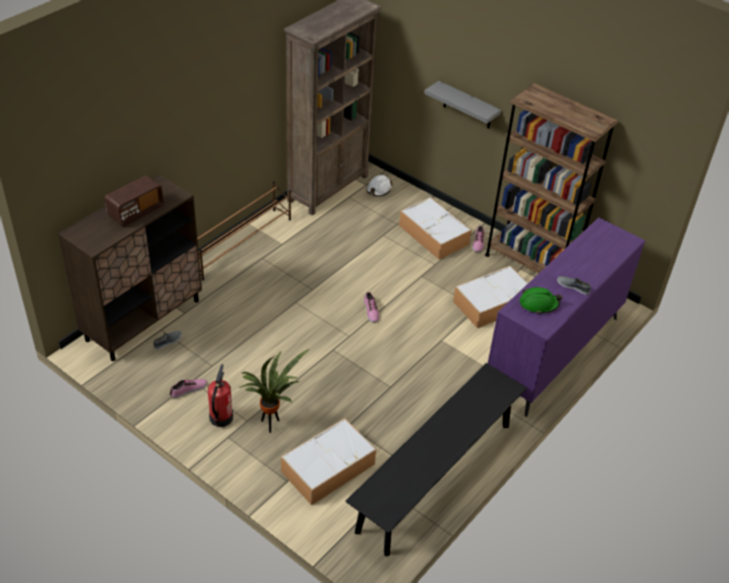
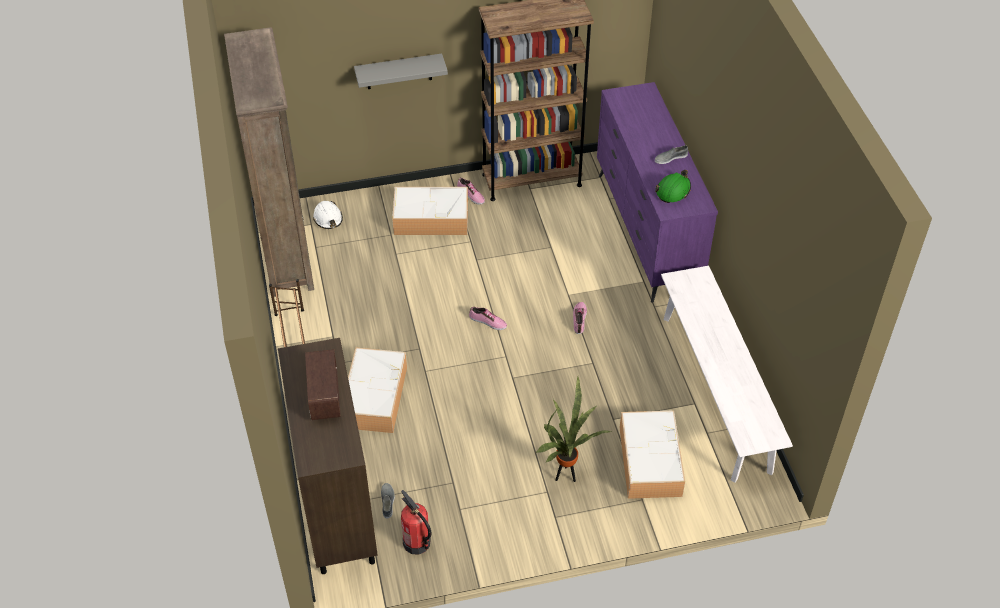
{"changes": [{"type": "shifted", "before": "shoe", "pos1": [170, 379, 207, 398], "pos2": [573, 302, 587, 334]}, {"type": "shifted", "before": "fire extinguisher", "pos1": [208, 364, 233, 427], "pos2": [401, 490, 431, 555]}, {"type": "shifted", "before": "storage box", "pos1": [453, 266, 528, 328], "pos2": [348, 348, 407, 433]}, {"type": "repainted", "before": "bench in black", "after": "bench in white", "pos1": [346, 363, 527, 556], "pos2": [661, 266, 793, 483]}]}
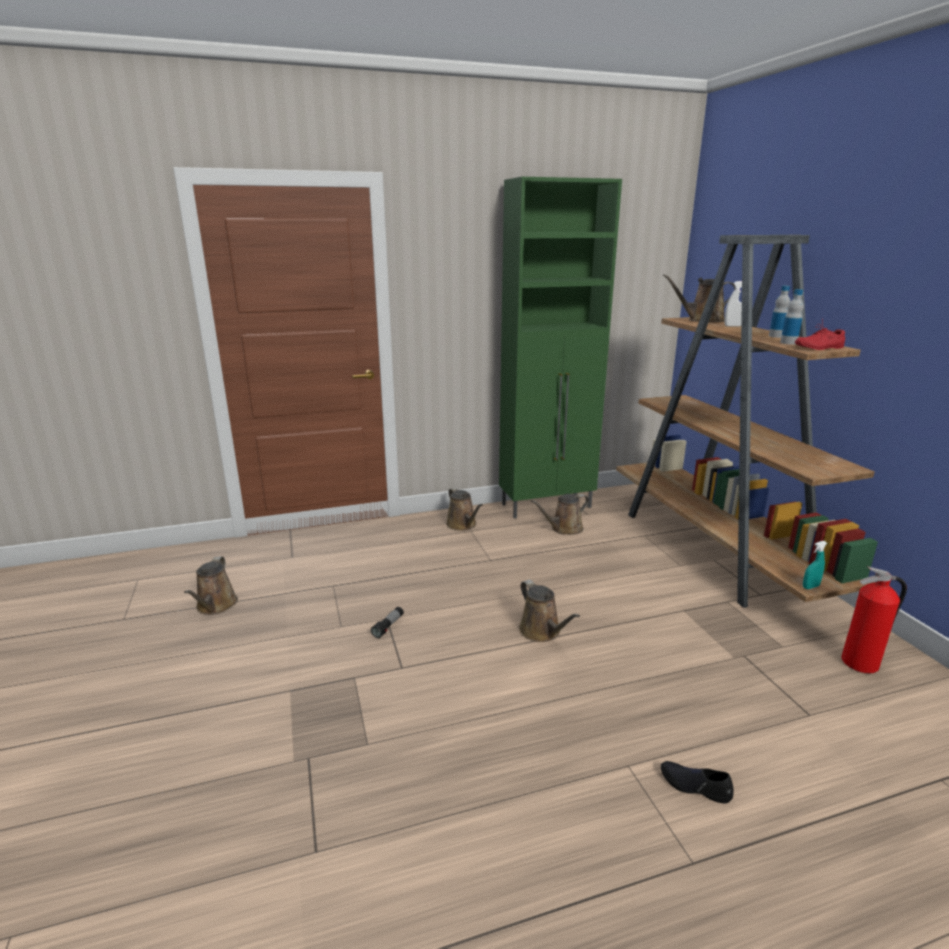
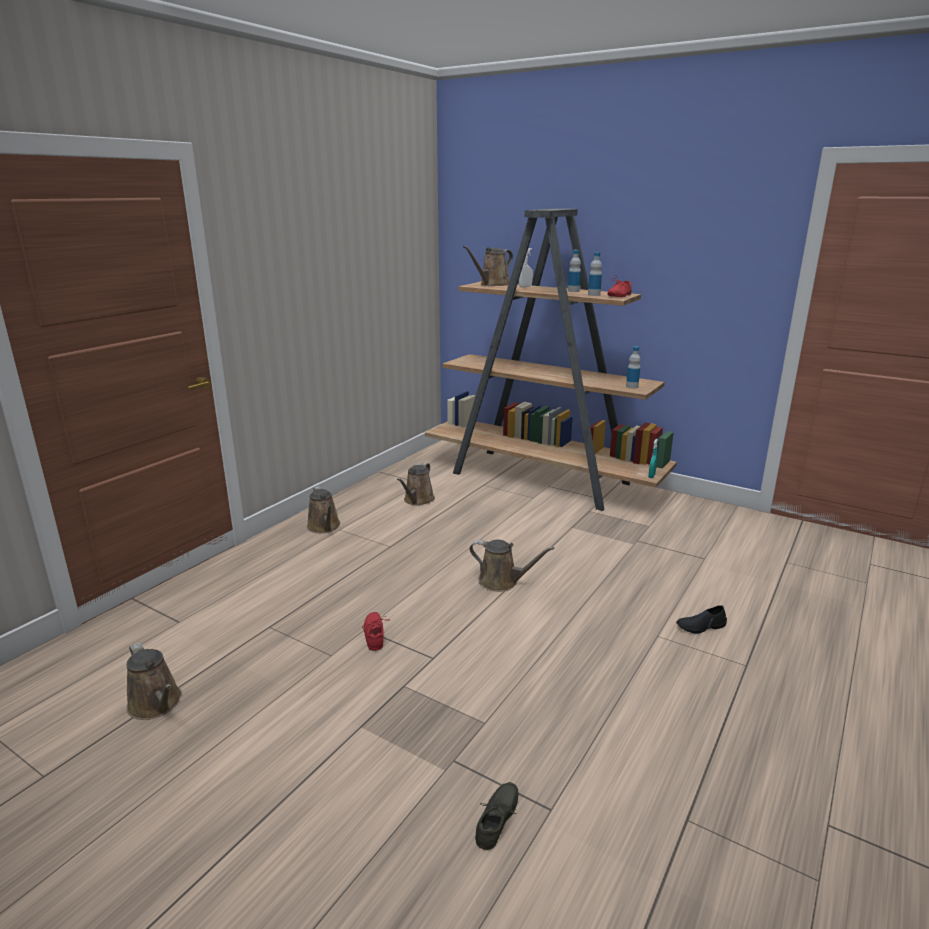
{"changes": [{"type": "gone", "before": "cabinet in green", "pos1": [499, 177, 622, 519]}, {"type": "gone", "before": "fire extinguisher", "pos1": [841, 566, 907, 673]}, {"type": "new", "after": "shoe in grey", "pos2": [475, 782, 518, 850]}, {"type": "new", "after": "bottle", "pos2": [626, 346, 641, 389]}, {"type": "swapped", "before": "flashlight", "after": "shoe in red", "pos1": [371, 607, 404, 638], "pos2": [363, 612, 390, 651]}, {"type": "rotated", "before": "watering can in brown", "pos1": [446, 488, 483, 531], "pos2": [307, 486, 341, 533], "turn": 45}]}
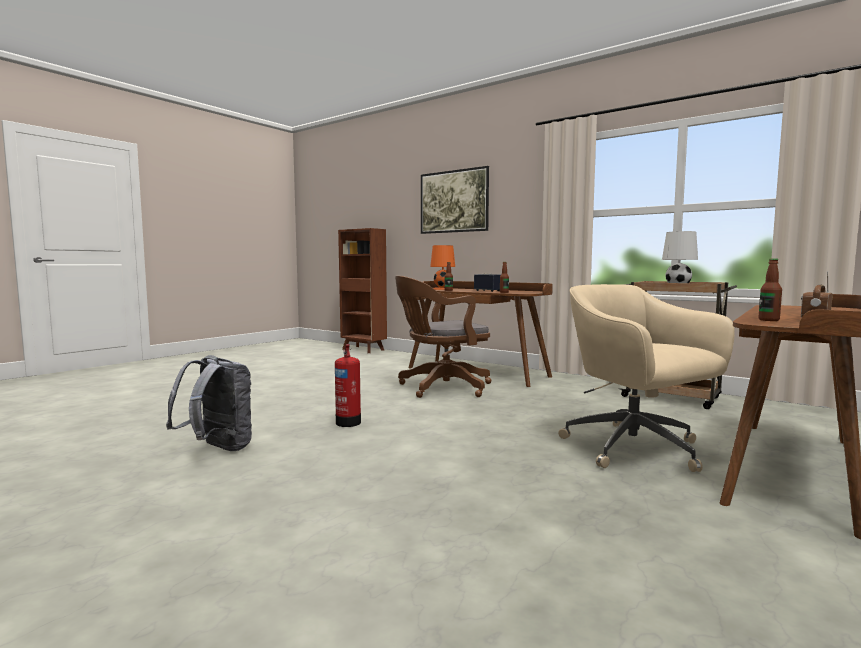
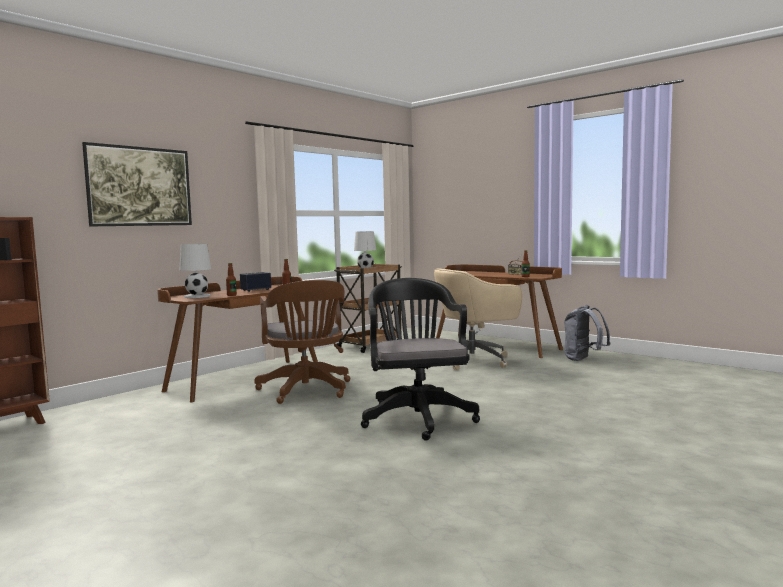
{"changes": [{"type": "shifted", "before": "backpack in grey", "pos1": [166, 355, 252, 451], "pos2": [564, 305, 611, 361]}, {"type": "swapped", "before": "fire extinguisher", "after": "office chair in black", "pos1": [335, 344, 361, 427], "pos2": [361, 278, 480, 441]}, {"type": "repainted", "before": "table lamp in orange", "after": "table lamp in white", "pos1": [430, 245, 455, 290], "pos2": [180, 244, 211, 298]}]}
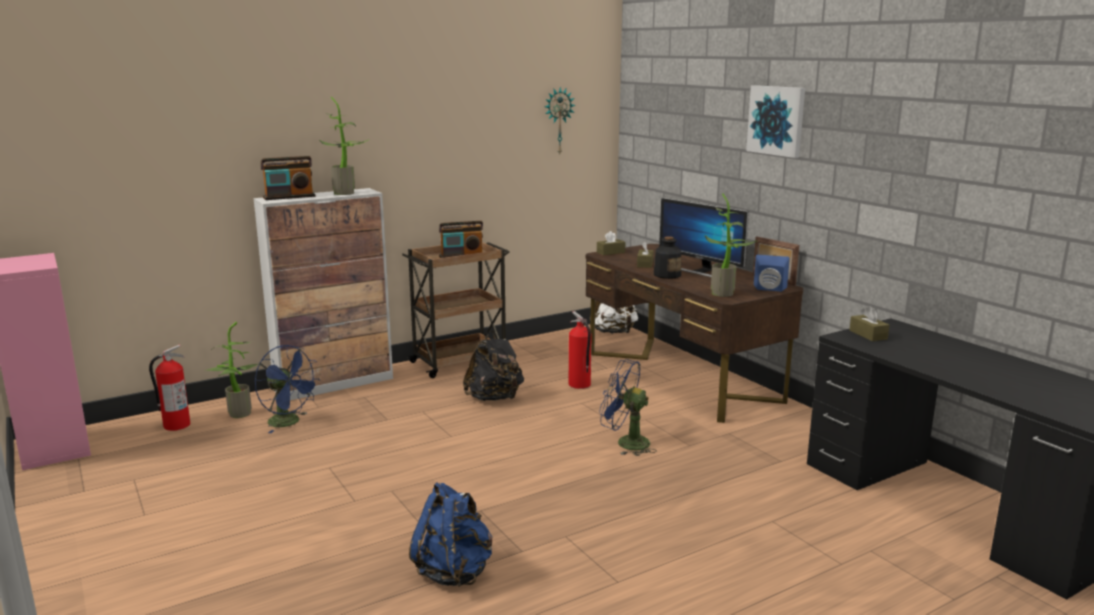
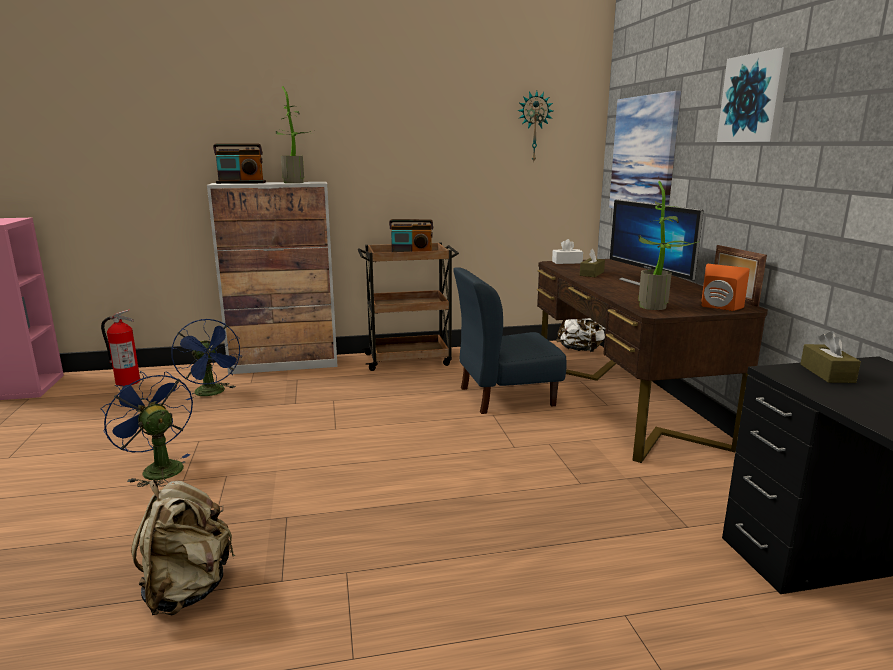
{"changes": [{"type": "gone", "before": "potted plant", "pos1": [208, 322, 258, 418]}, {"type": "gone", "before": "backpack in black", "pos1": [463, 330, 524, 401]}, {"type": "gone", "before": "bottle", "pos1": [654, 236, 681, 279]}, {"type": "new", "after": "picture", "pos2": [609, 91, 681, 209]}, {"type": "shifted", "before": "fan in blue", "pos1": [599, 359, 657, 456], "pos2": [100, 371, 193, 487]}, {"type": "swapped", "before": "fire extinguisher", "after": "chair in blue", "pos1": [569, 311, 592, 389], "pos2": [453, 267, 566, 414]}, {"type": "repainted", "before": "backpack in blue", "after": "backpack in beige", "pos1": [409, 482, 492, 587], "pos2": [131, 480, 235, 615]}, {"type": "repainted", "before": "tissue box in brown", "after": "tissue box in white", "pos1": [597, 231, 625, 255], "pos2": [552, 239, 583, 264]}, {"type": "repainted", "before": "speaker in blue", "after": "speaker in orange", "pos1": [754, 255, 790, 292], "pos2": [701, 264, 750, 311]}]}
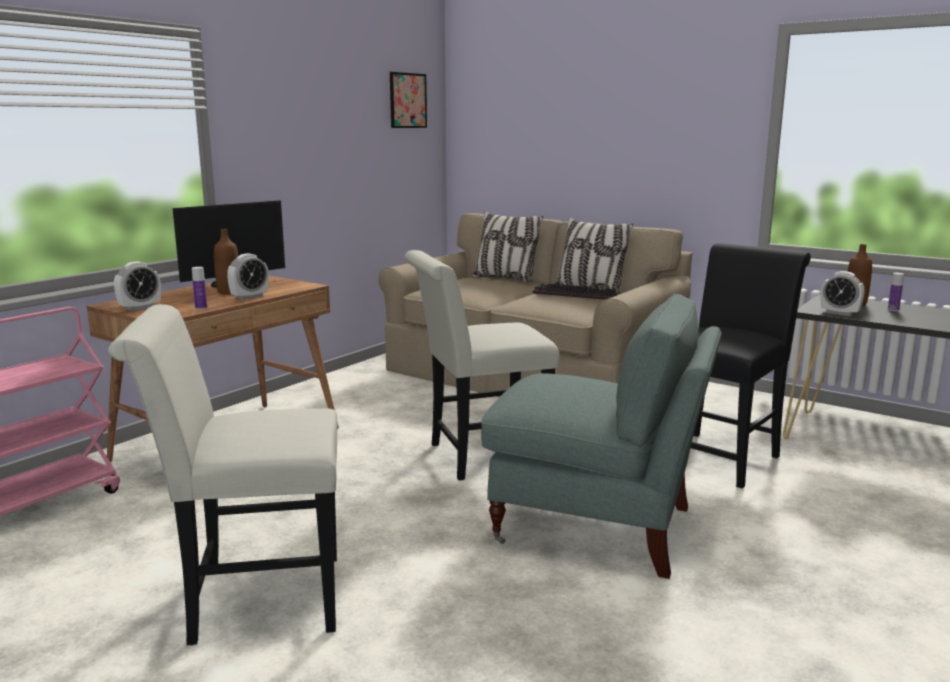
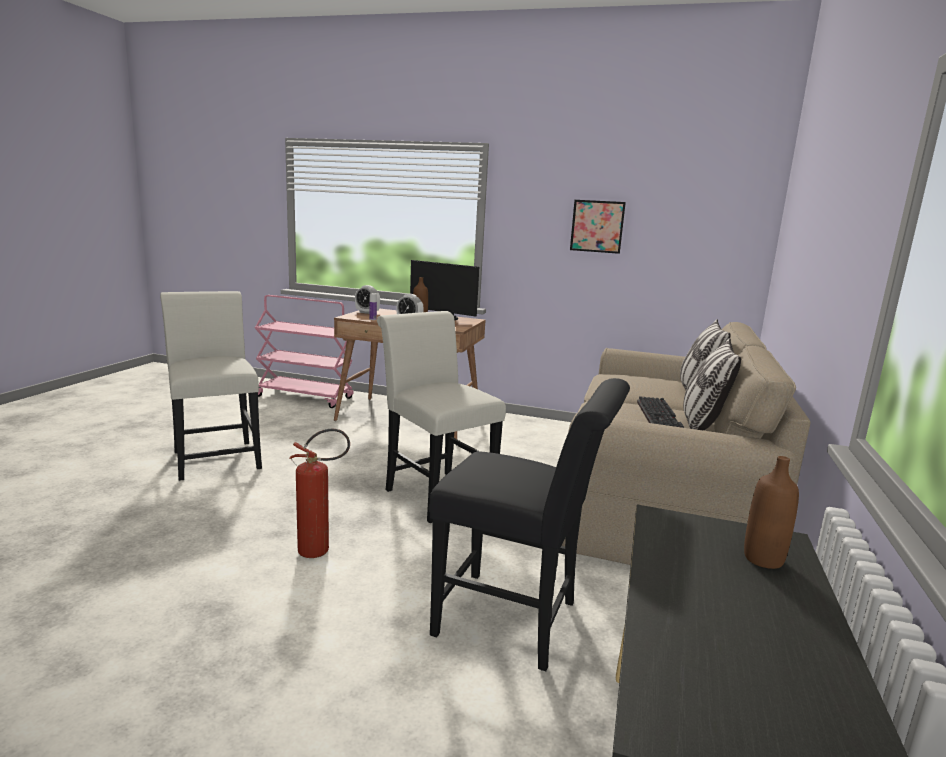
{"changes": [{"type": "gone", "before": "alarm clock", "pos1": [820, 271, 865, 316]}, {"type": "gone", "before": "bottle", "pos1": [888, 273, 904, 311]}, {"type": "shifted", "before": "picture", "pos1": [390, 72, 427, 128], "pos2": [570, 200, 626, 254]}, {"type": "swapped", "before": "armchair in grey", "after": "fire extinguisher", "pos1": [481, 294, 721, 579], "pos2": [289, 429, 350, 558]}]}
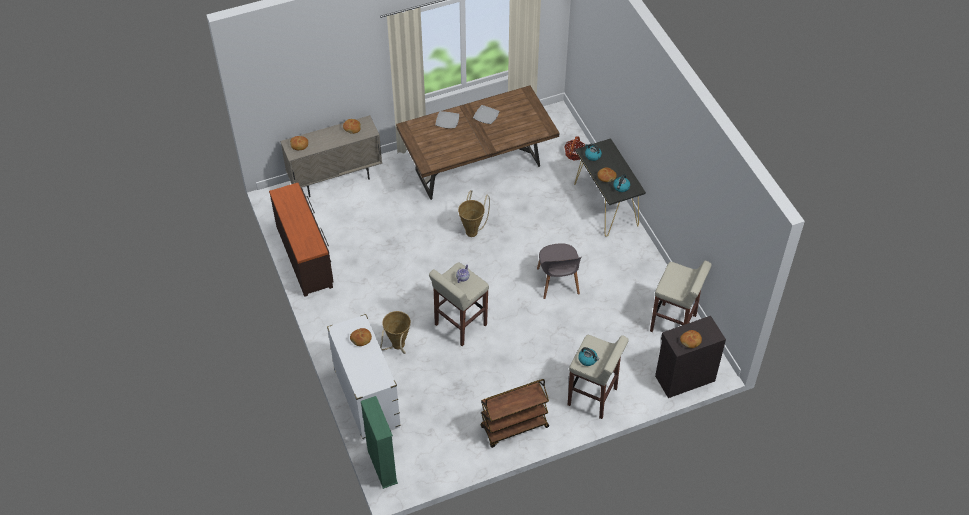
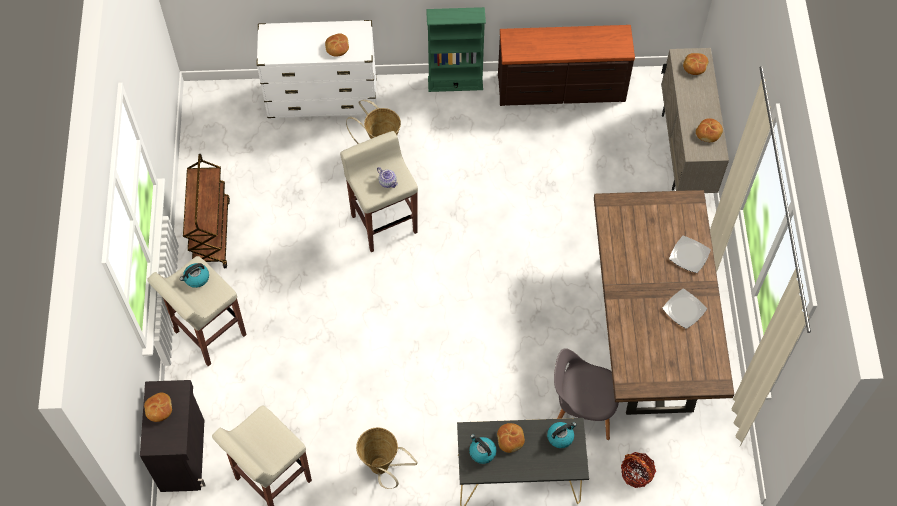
{"changes": [{"type": "shifted", "before": "bookcase in green", "pos1": [361, 396, 398, 489], "pos2": [426, 7, 486, 92]}, {"type": "shifted", "before": "basket", "pos1": [458, 190, 490, 237], "pos2": [356, 427, 418, 489]}, {"type": "shifted", "before": "chair in grey", "pos1": [537, 244, 582, 299], "pos2": [554, 348, 619, 440]}]}
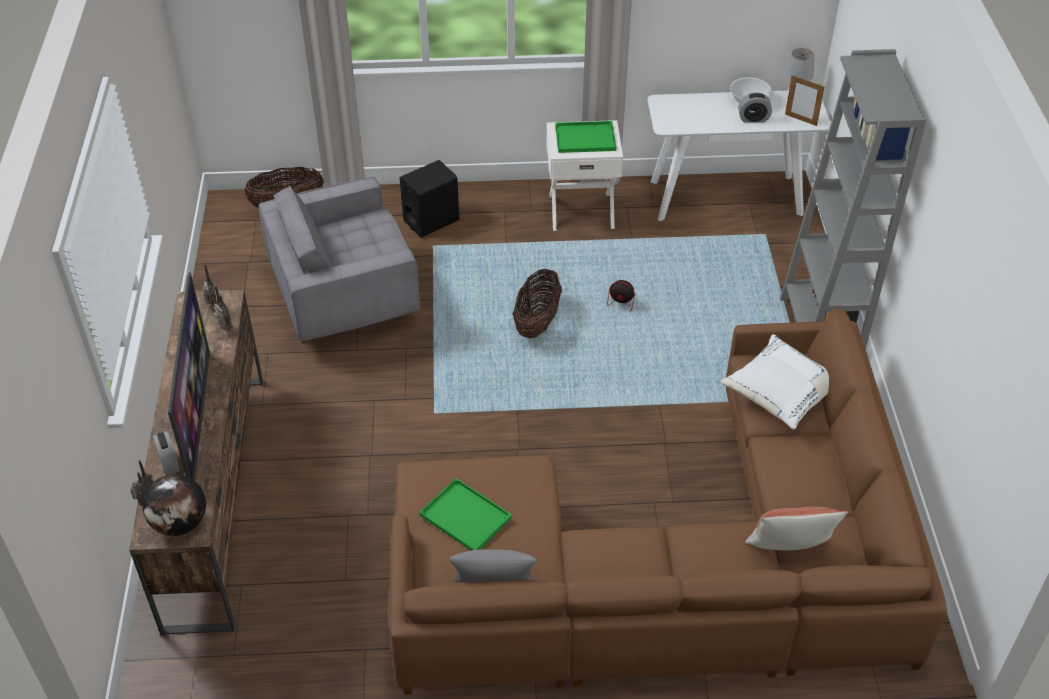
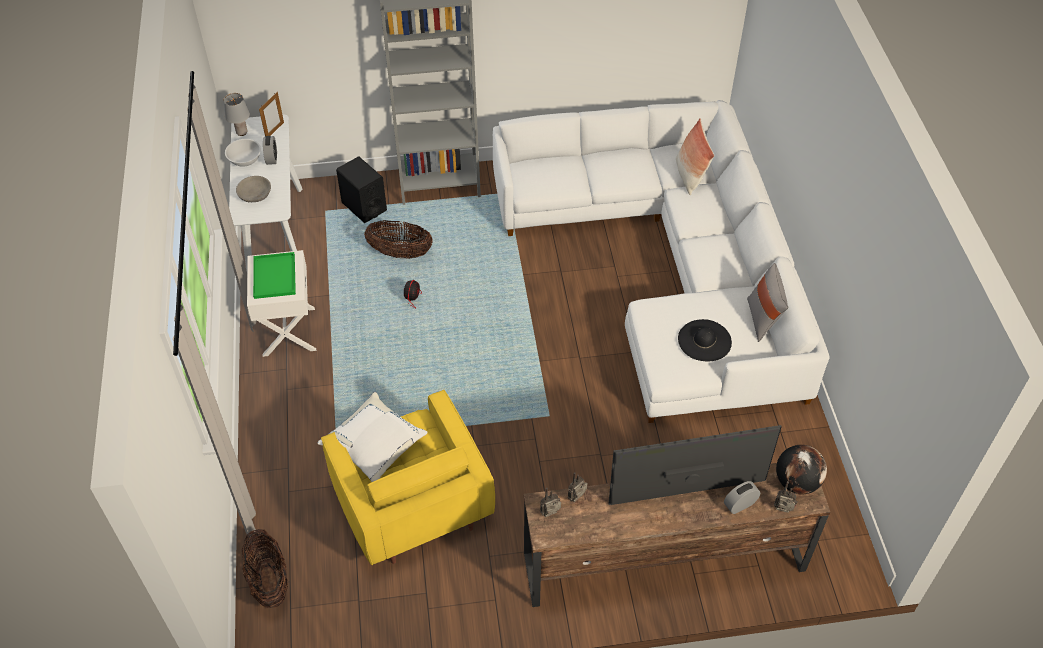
{"changes": [{"type": "new", "after": "bowl in grey", "pos2": [236, 176, 271, 202]}, {"type": "shifted", "before": "speaker in black", "pos1": [400, 160, 459, 238], "pos2": [336, 157, 387, 223]}, {"type": "shifted", "before": "basket", "pos1": [513, 269, 562, 339], "pos2": [364, 220, 433, 259]}, {"type": "shifted", "before": "pillow in white", "pos1": [721, 334, 829, 430], "pos2": [317, 392, 427, 482]}, {"type": "swapped", "before": "tray in green", "after": "hat in black", "pos1": [419, 478, 512, 551], "pos2": [678, 319, 732, 361]}, {"type": "repainted", "before": "armchair in grey", "after": "armchair in yellow", "pos1": [259, 177, 420, 342], "pos2": [321, 390, 495, 565]}, {"type": "repainted", "before": "sofa in brown", "after": "sofa in white", "pos1": [389, 308, 947, 695], "pos2": [493, 100, 830, 423]}]}
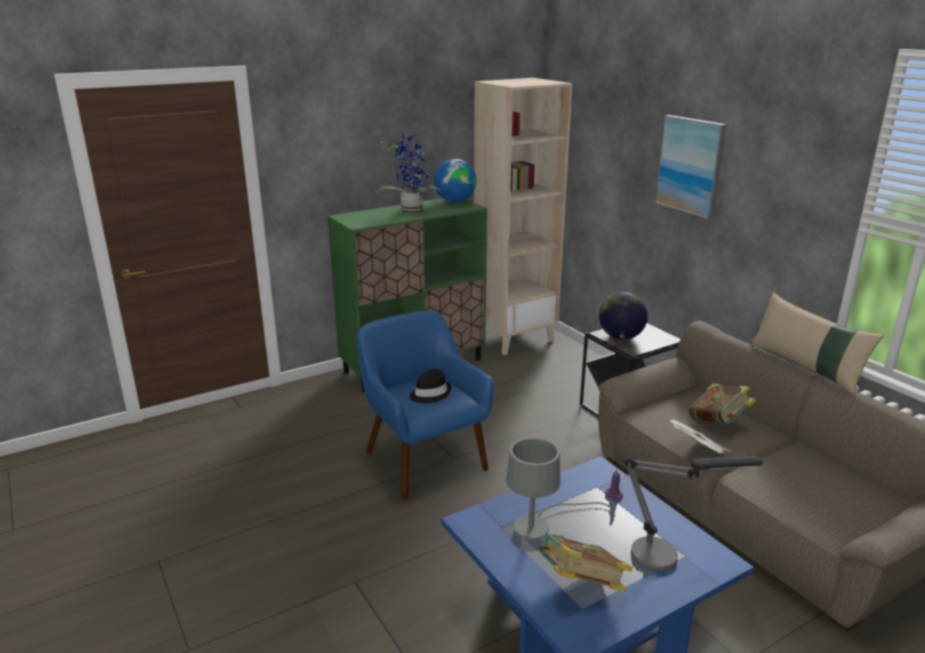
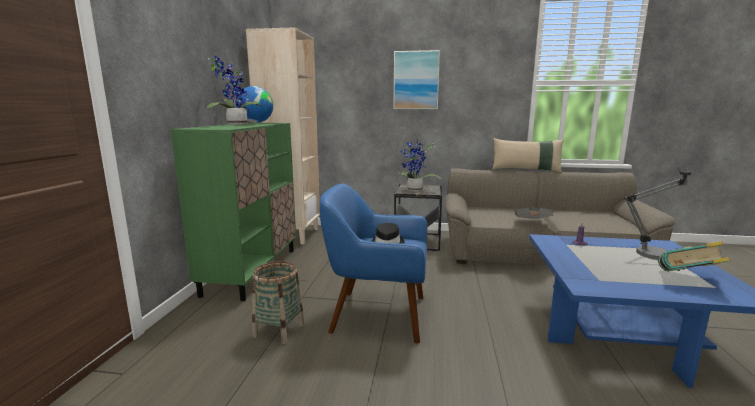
{"changes": [{"type": "gone", "before": "table lamp in grey", "pos1": [506, 437, 610, 540]}, {"type": "gone", "before": "book", "pos1": [689, 383, 756, 425]}, {"type": "new", "after": "basket", "pos2": [252, 261, 304, 344]}, {"type": "swapped", "before": "globe", "after": "potted plant", "pos1": [599, 292, 648, 340], "pos2": [398, 140, 441, 192]}]}
